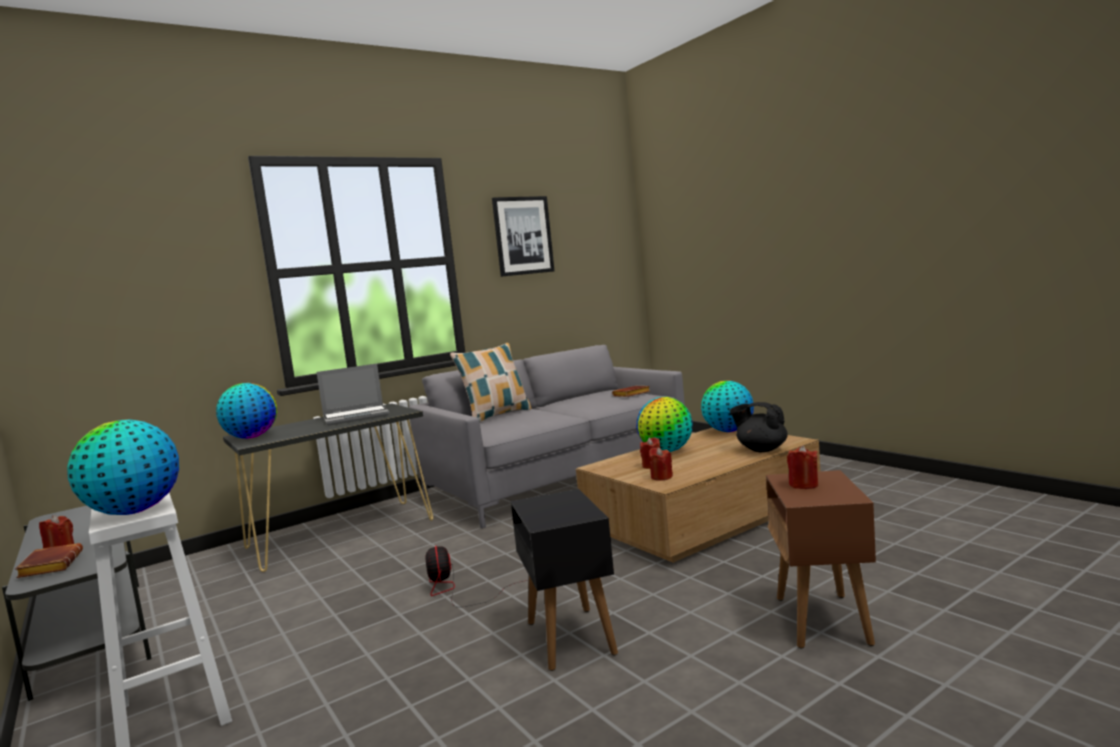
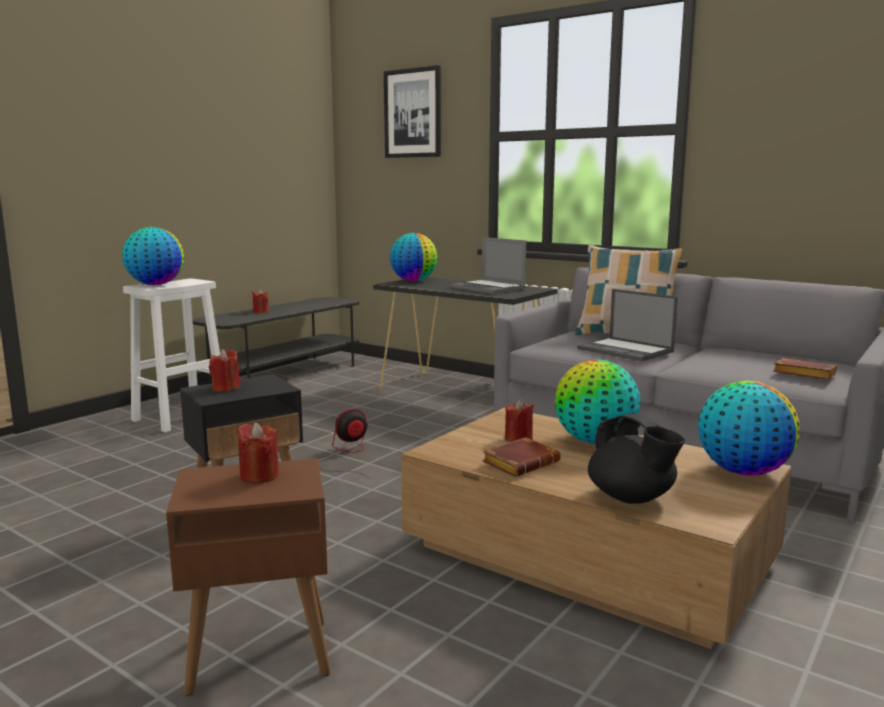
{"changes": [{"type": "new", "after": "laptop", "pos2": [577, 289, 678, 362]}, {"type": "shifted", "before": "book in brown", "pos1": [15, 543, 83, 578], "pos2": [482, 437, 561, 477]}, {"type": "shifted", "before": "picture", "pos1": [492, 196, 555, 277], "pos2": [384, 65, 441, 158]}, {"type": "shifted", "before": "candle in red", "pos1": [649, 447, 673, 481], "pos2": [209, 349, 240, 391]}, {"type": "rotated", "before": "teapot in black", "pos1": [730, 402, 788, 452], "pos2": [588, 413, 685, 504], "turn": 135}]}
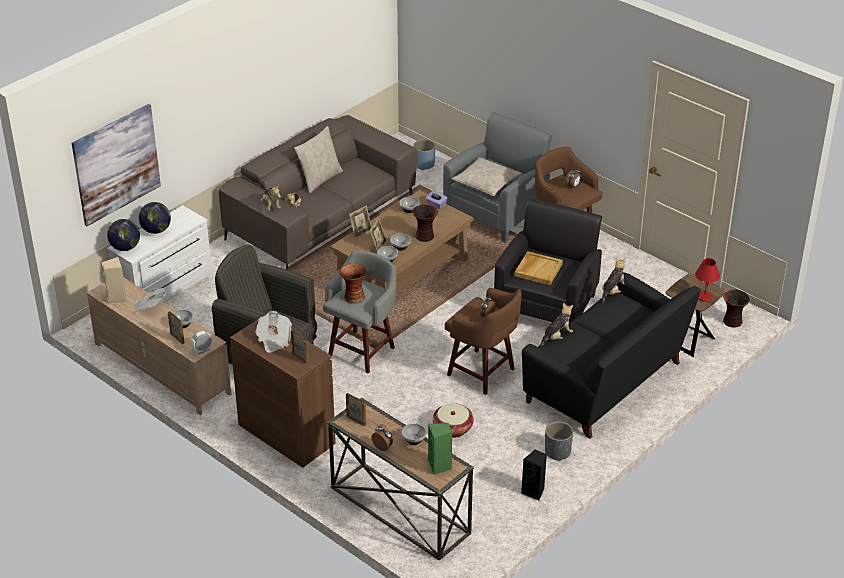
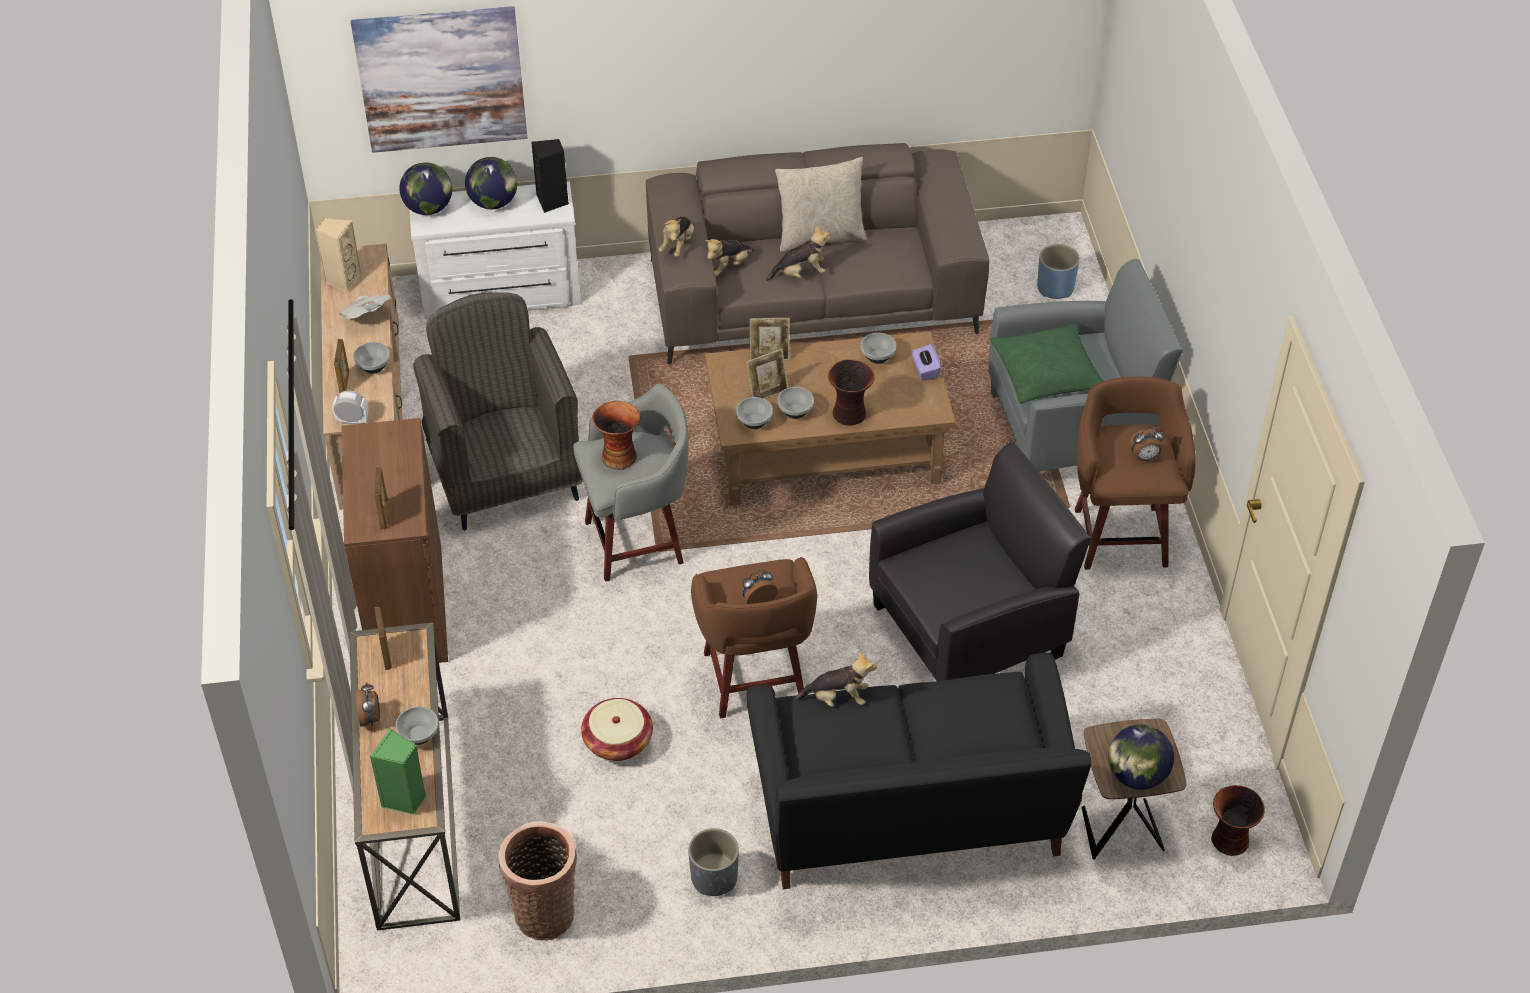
{"changes": [{"type": "gone", "before": "newspaper", "pos1": [255, 311, 292, 353]}, {"type": "gone", "before": "tray in beige", "pos1": [514, 251, 563, 285]}, {"type": "new", "after": "basket", "pos2": [498, 821, 577, 940]}, {"type": "shifted", "before": "speaker in black", "pos1": [521, 450, 547, 501], "pos2": [531, 139, 569, 213]}, {"type": "shifted", "before": "plush toy", "pos1": [602, 258, 626, 304], "pos2": [766, 225, 830, 281]}, {"type": "swapped", "before": "table lamp in red", "after": "globe", "pos1": [695, 258, 720, 302], "pos2": [1108, 724, 1174, 790]}, {"type": "repainted", "before": "pillow in beige", "after": "pillow in green", "pos1": [451, 157, 522, 196], "pos2": [990, 324, 1104, 404]}]}
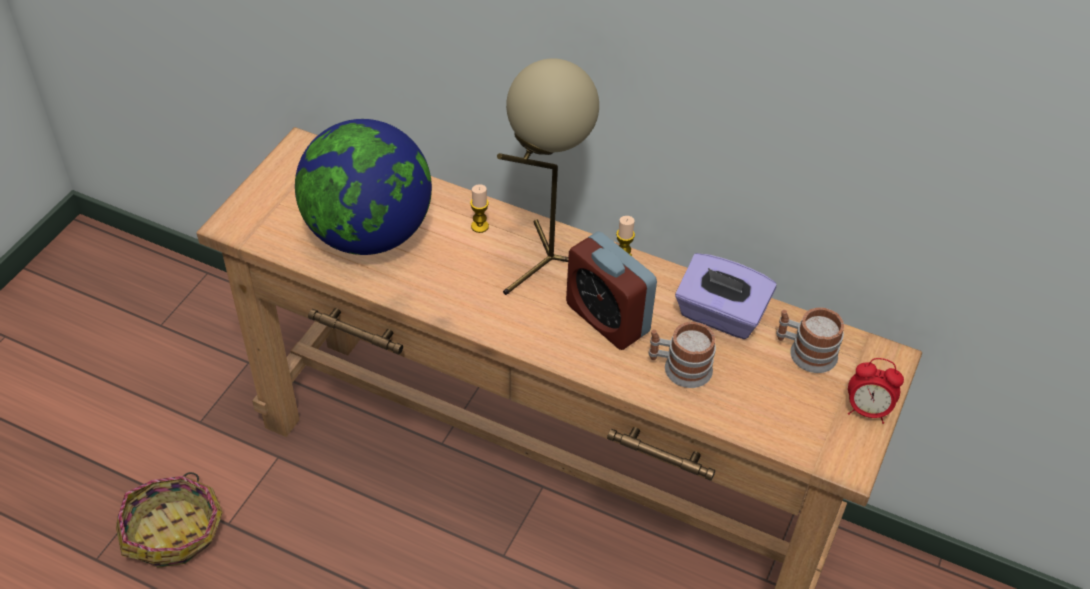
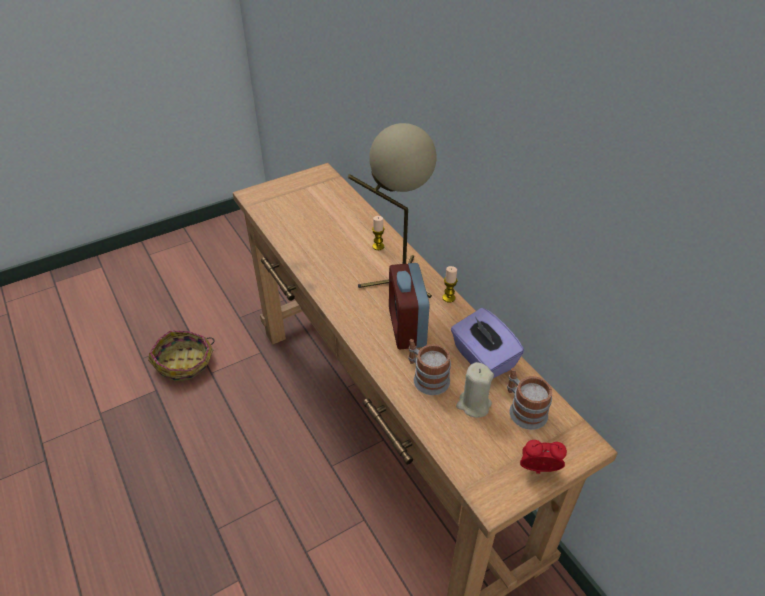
{"changes": [{"type": "gone", "before": "globe", "pos1": [295, 119, 432, 255]}, {"type": "new", "after": "candle in beige", "pos2": [456, 362, 494, 418]}, {"type": "rotated", "before": "alarm clock", "pos1": [848, 358, 904, 424], "pos2": [520, 440, 567, 474], "turn": 135}]}
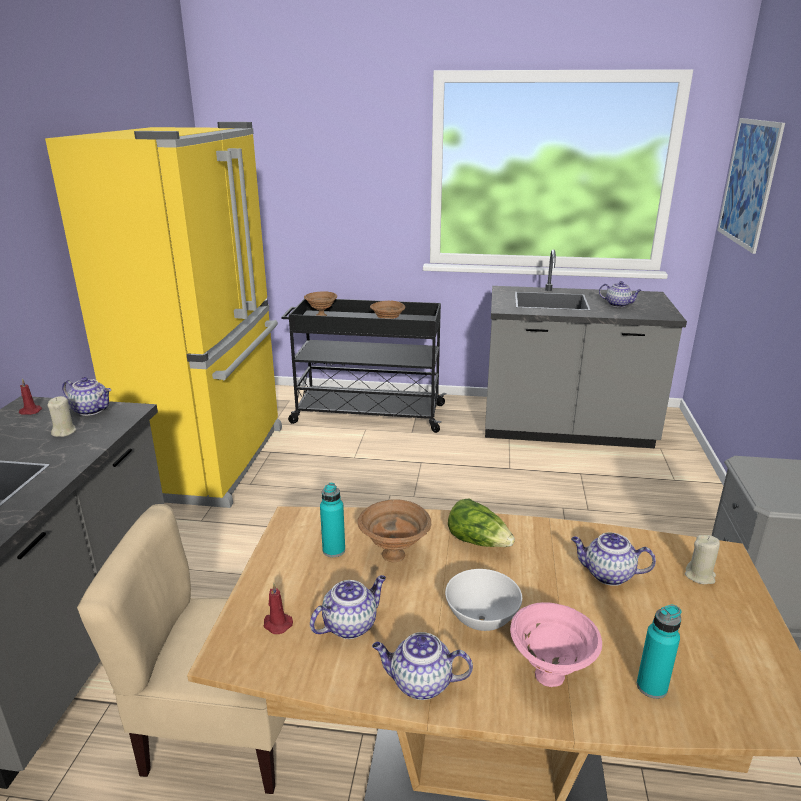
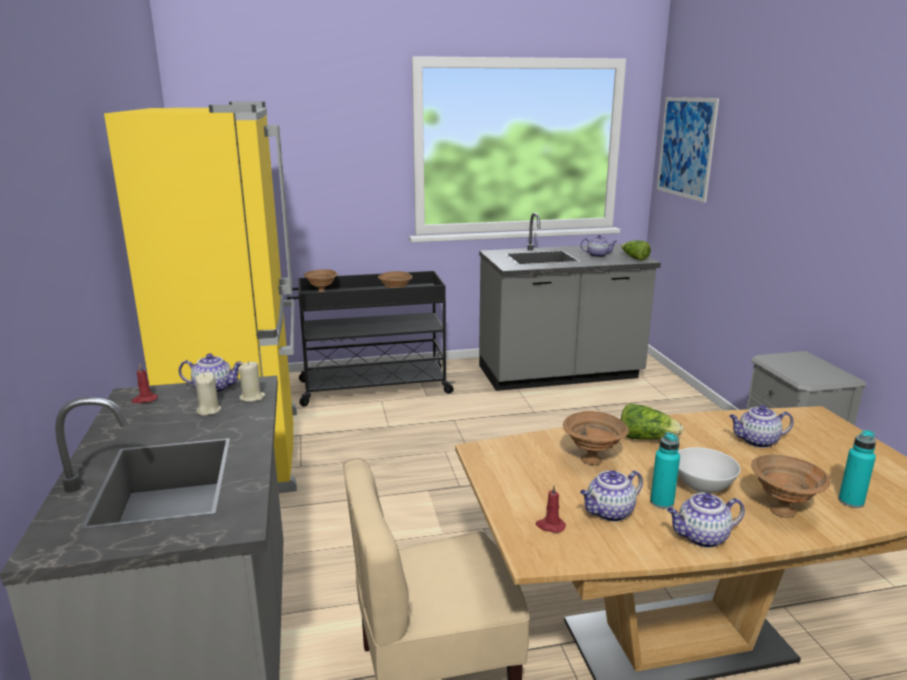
{"changes": [{"type": "new", "after": "lettuce", "pos2": [621, 240, 651, 261]}, {"type": "shifted", "before": "bottle in turquoise", "pos1": [320, 483, 345, 557], "pos2": [650, 432, 680, 509]}, {"type": "shifted", "before": "candle in beige", "pos1": [685, 535, 720, 584], "pos2": [238, 361, 266, 402]}, {"type": "repainted", "before": "bowl in pink", "after": "bowl in brown", "pos1": [510, 602, 602, 687], "pos2": [751, 455, 831, 518]}, {"type": "rotated", "before": "teapot", "pos1": [310, 575, 386, 639], "pos2": [580, 470, 643, 522], "turn": -150}]}
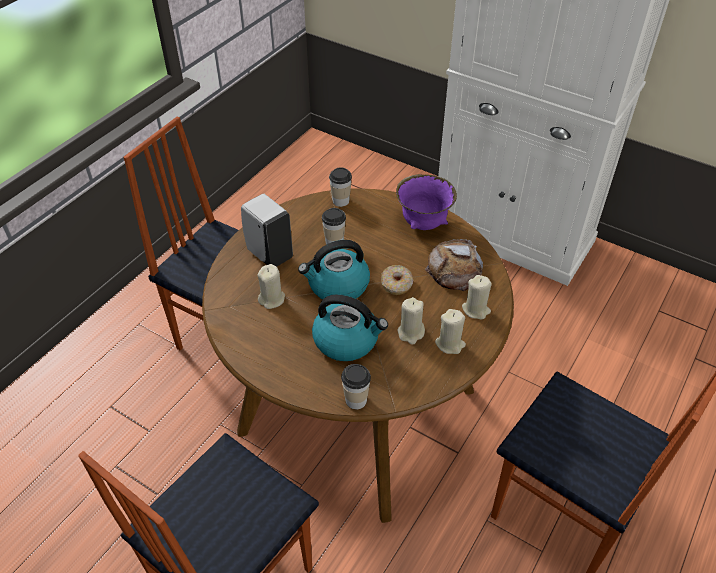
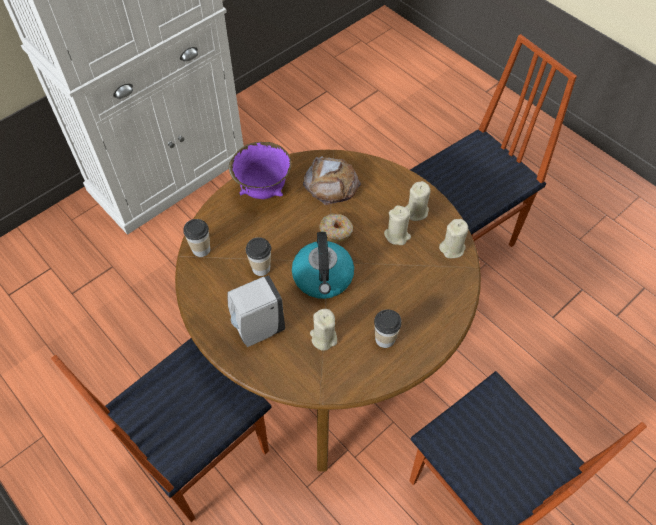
{"changes": [{"type": "gone", "before": "kettle", "pos1": [312, 295, 388, 361]}, {"type": "shifted", "before": "cup", "pos1": [341, 364, 371, 409], "pos2": [374, 309, 402, 348]}, {"type": "shifted", "before": "candle in beige", "pos1": [462, 275, 492, 319], "pos2": [439, 219, 468, 258]}]}
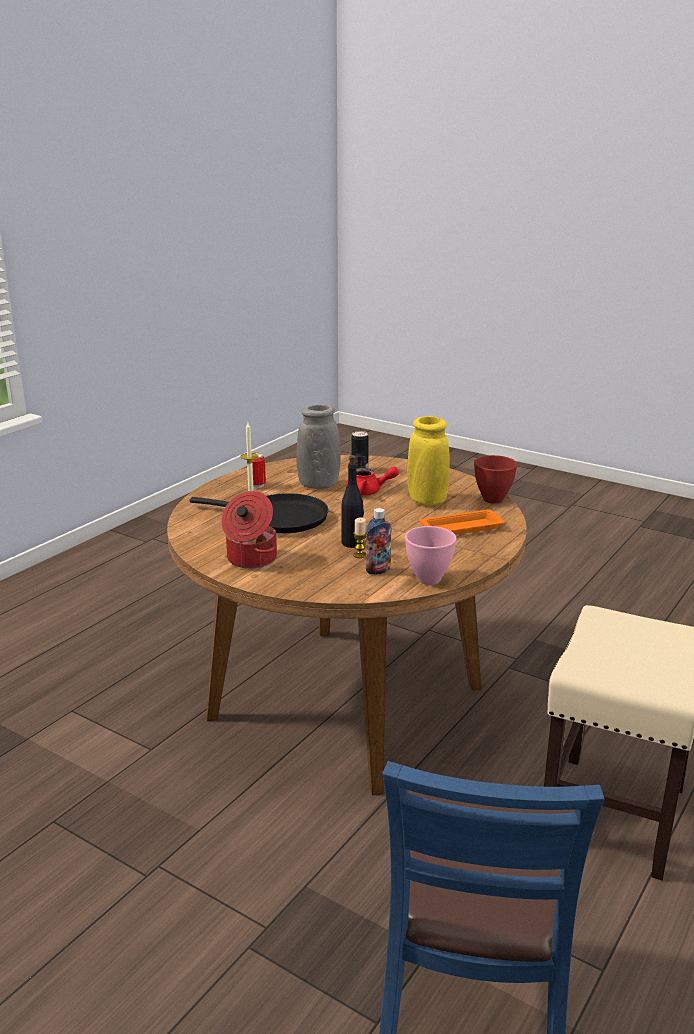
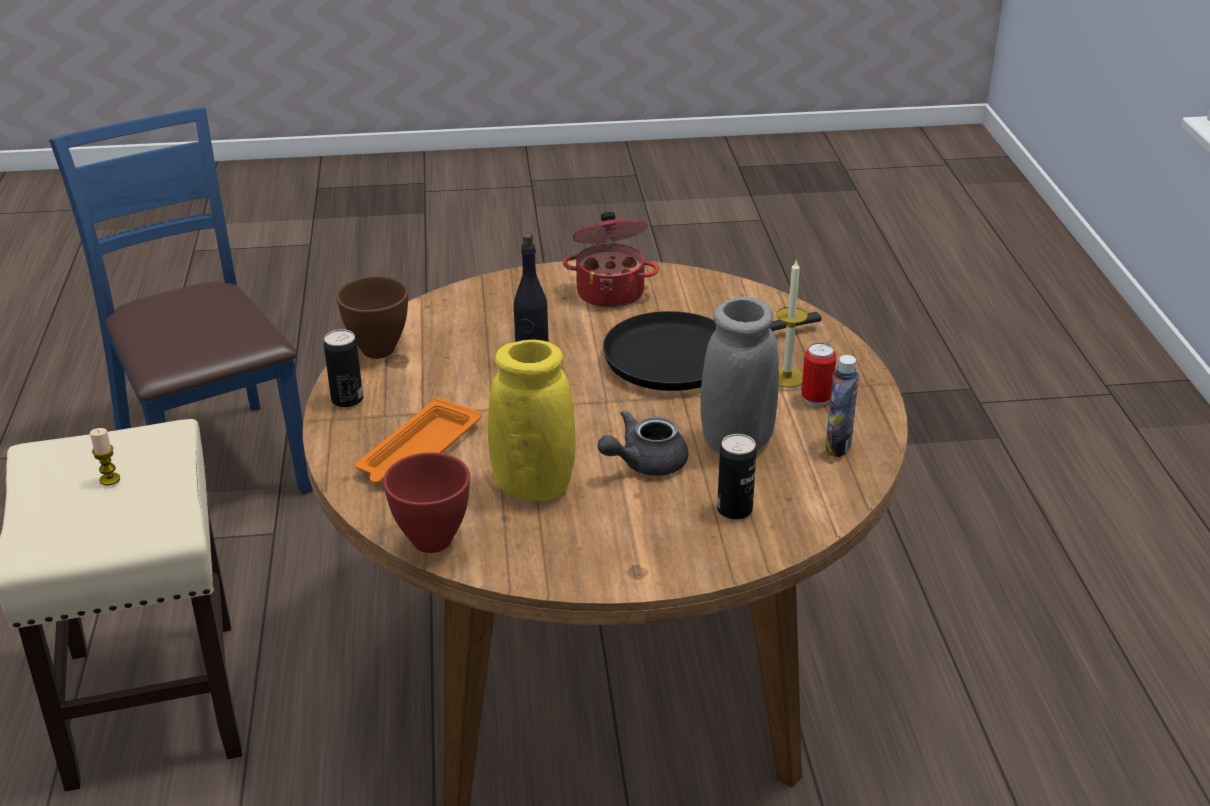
{"changes": [{"type": "new", "after": "can", "pos2": [324, 329, 363, 408]}, {"type": "shifted", "before": "candle", "pos1": [353, 517, 366, 558], "pos2": [90, 428, 120, 486]}, {"type": "shifted", "before": "bottle", "pos1": [366, 508, 392, 575], "pos2": [826, 355, 859, 457]}, {"type": "repainted", "before": "teapot in red", "after": "teapot in grey", "pos1": [346, 467, 399, 495], "pos2": [598, 410, 688, 476]}, {"type": "repainted", "before": "bowl in pink", "after": "bowl in brown", "pos1": [405, 526, 457, 585], "pos2": [336, 276, 408, 359]}]}
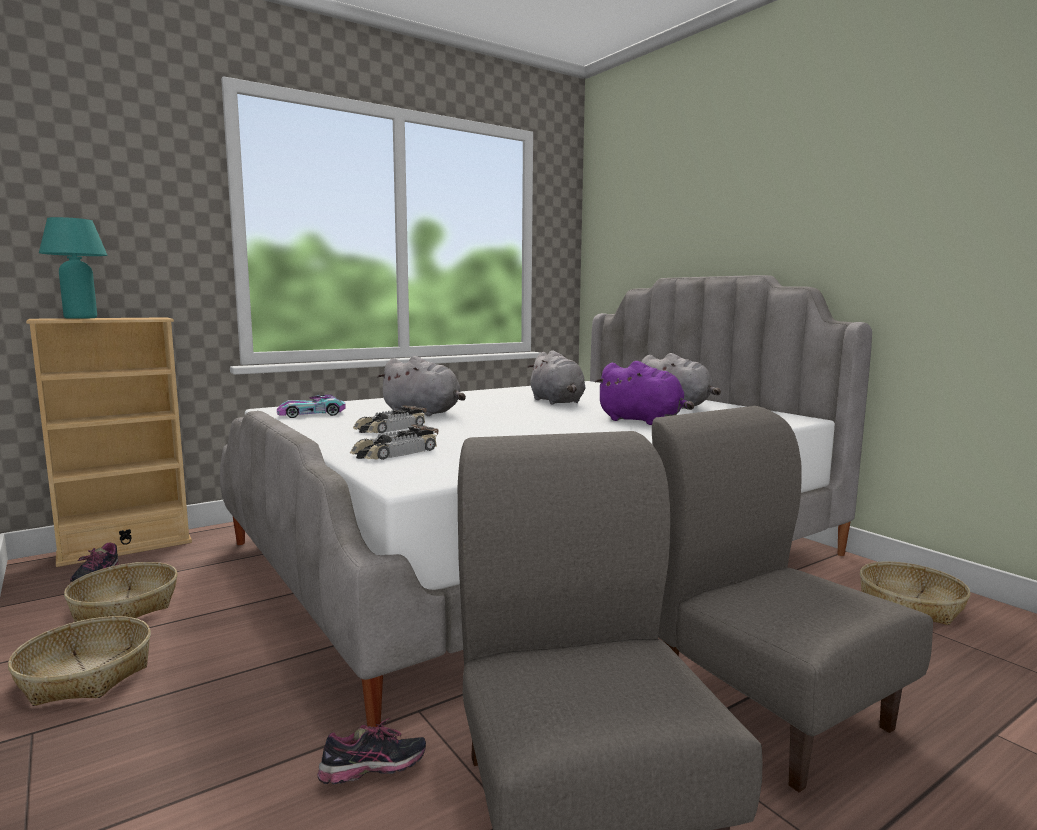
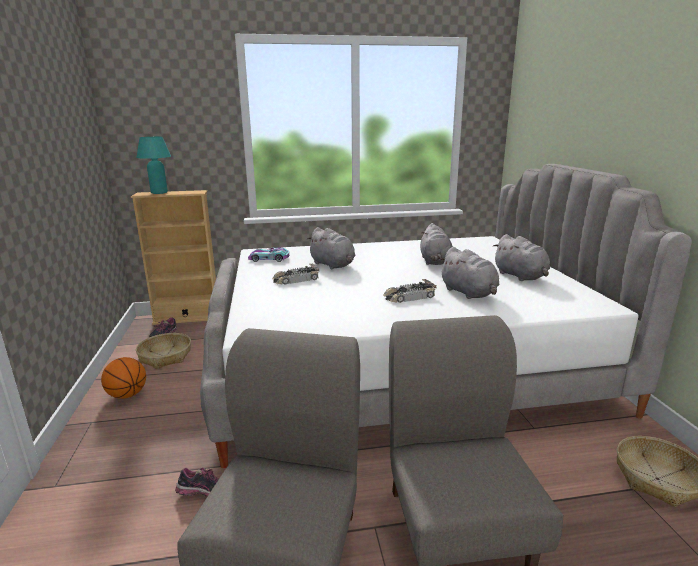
{"changes": [{"type": "shifted", "before": "toy car", "pos1": [350, 424, 438, 460], "pos2": [383, 279, 437, 303]}, {"type": "swapped", "before": "basket", "after": "basketball", "pos1": [8, 616, 151, 706], "pos2": [101, 357, 146, 399]}, {"type": "repainted", "before": "plush toy in purple", "after": "plush toy in grey", "pos1": [595, 361, 694, 425], "pos2": [439, 247, 500, 299]}]}
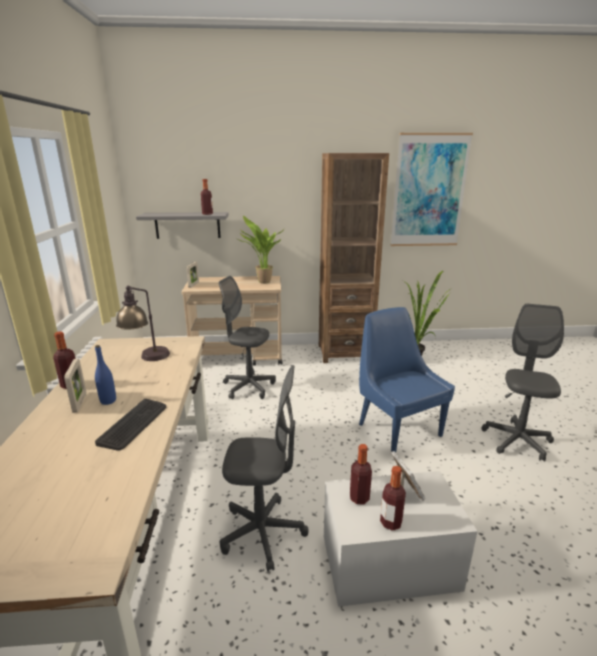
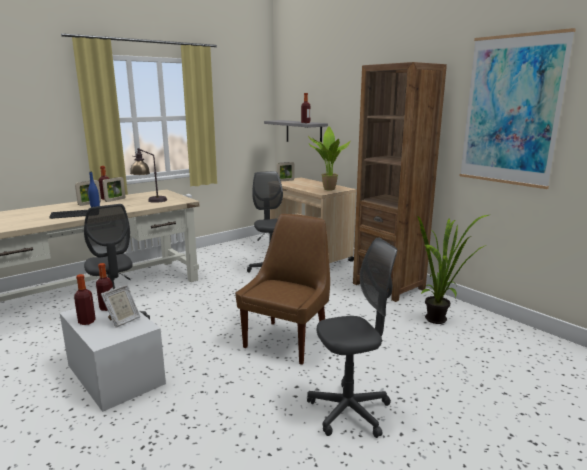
{"changes": [{"type": "new", "after": "picture frame", "pos2": [102, 177, 125, 202]}, {"type": "repainted", "before": "chair in blue", "after": "chair in brown", "pos1": [359, 307, 455, 452], "pos2": [236, 214, 330, 365]}]}
